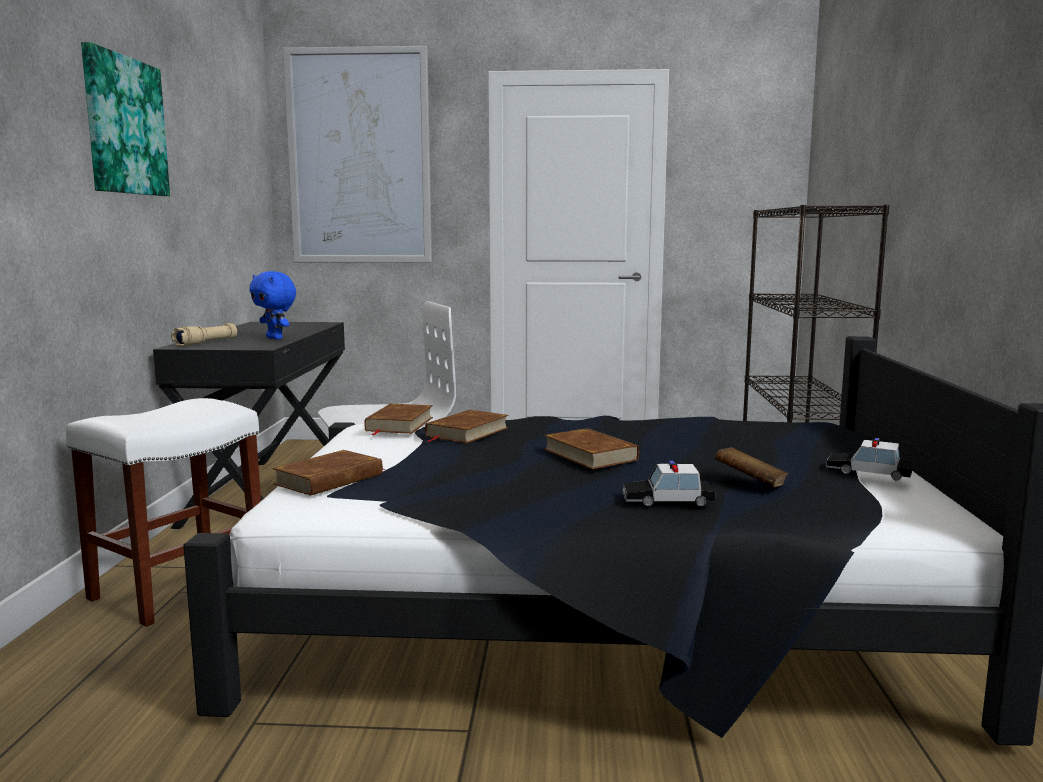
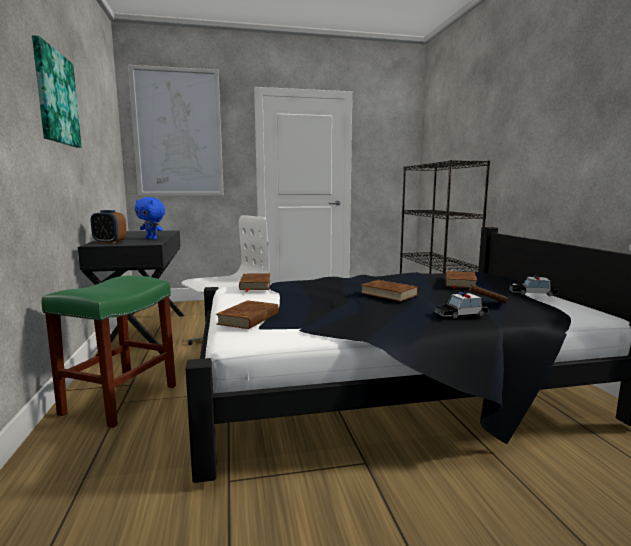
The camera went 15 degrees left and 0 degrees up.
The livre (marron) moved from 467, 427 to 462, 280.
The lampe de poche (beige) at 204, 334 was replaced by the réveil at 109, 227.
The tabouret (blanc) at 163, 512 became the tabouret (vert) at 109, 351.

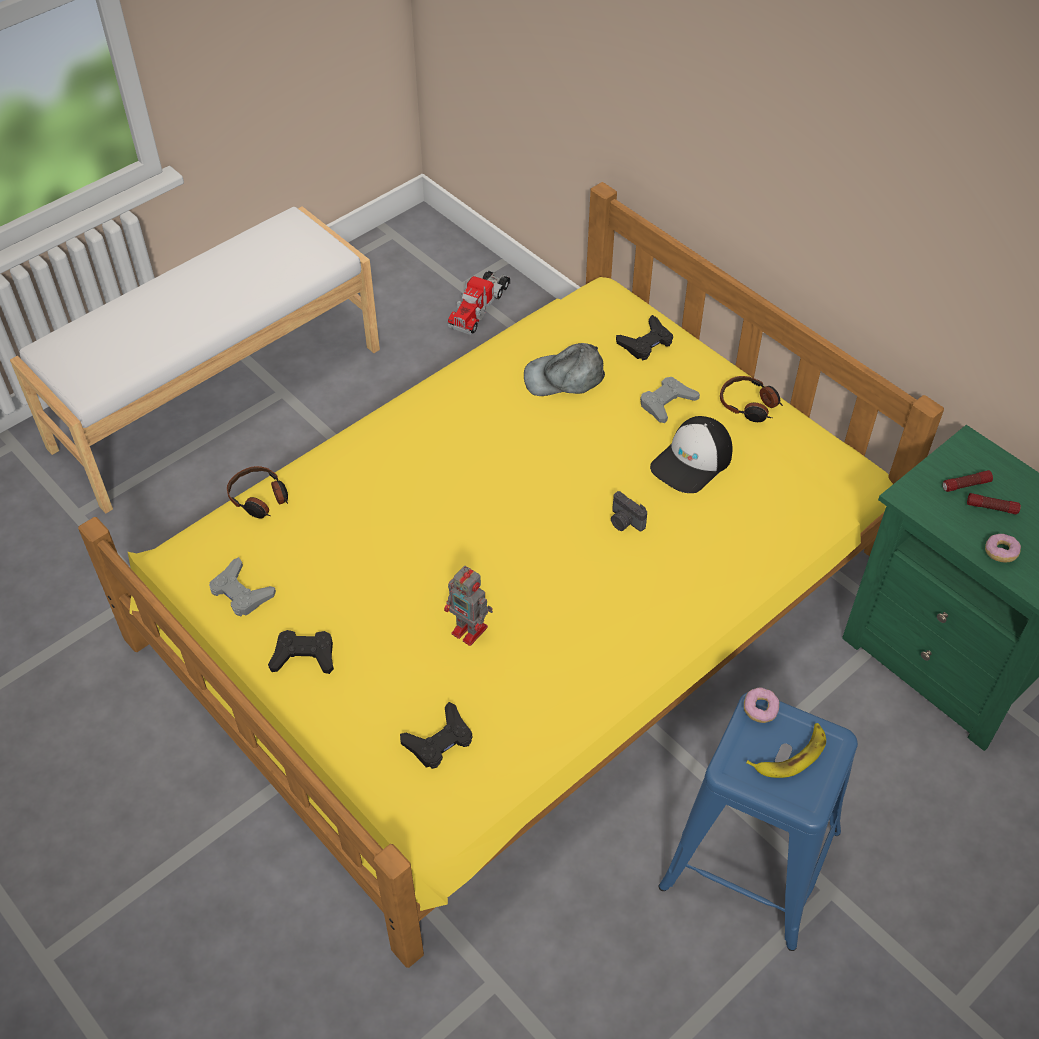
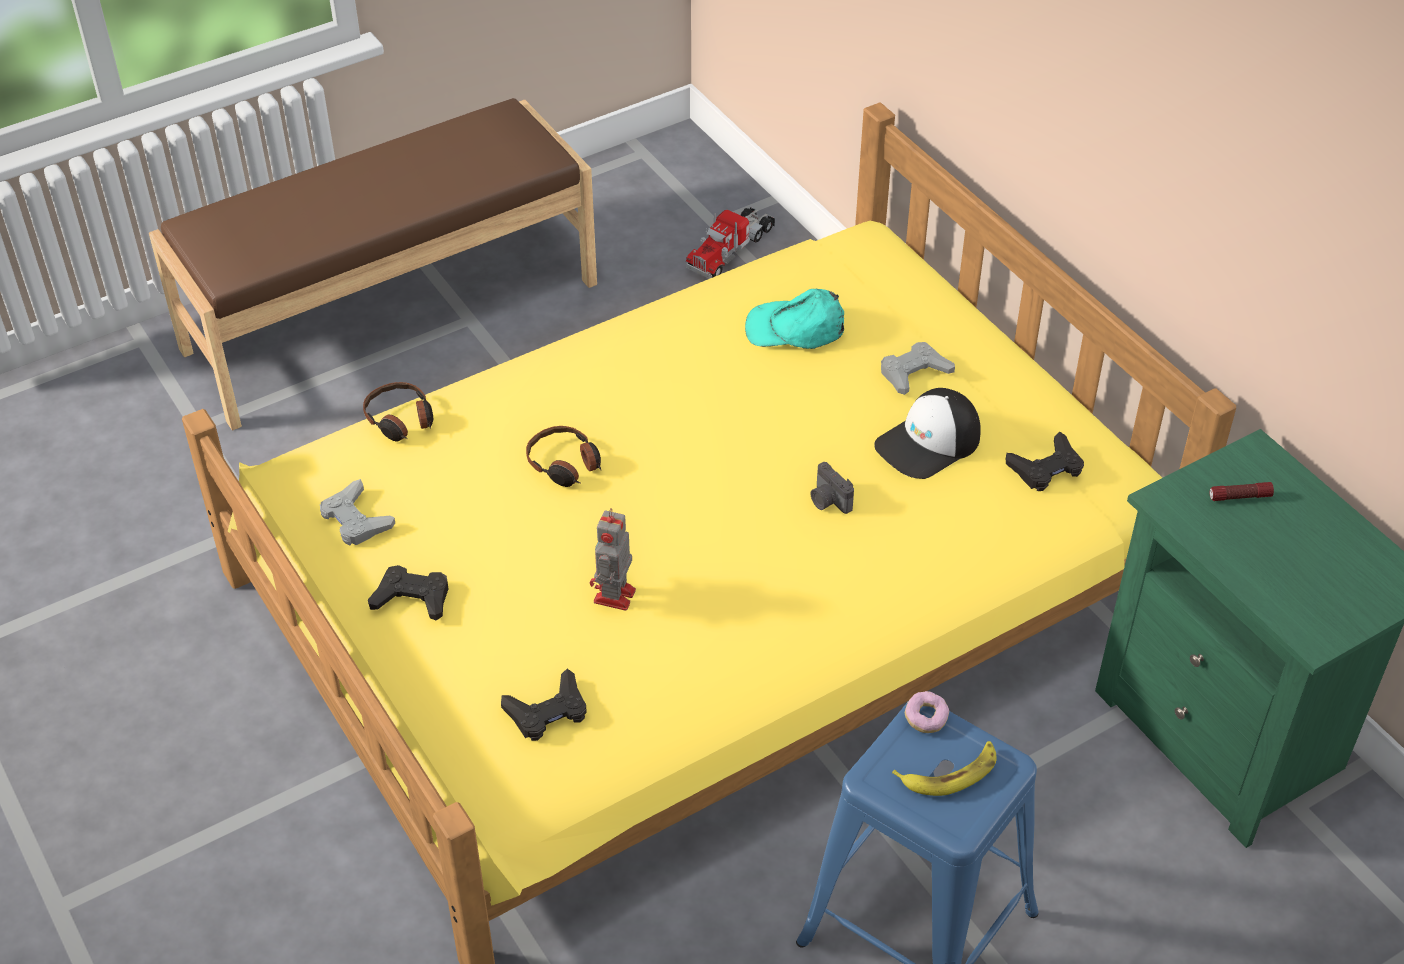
The camera went 10 degrees right and 5 degrees down.
The lampe de poche at 994, 503 disappeared.
The beignet at 1003, 548 disappeared.
The manette (noir) moved from 644, 337 to 1045, 461.
The casque audio moved from 751, 399 to 563, 456.
The banc (blanc) at 195, 359 became the banc (marron) at 373, 264.
The casquette (gris) at 564, 369 became the casquette (turquoise) at 794, 319.
The robot jouet at 468, 606 turned 60 degrees clockwise.

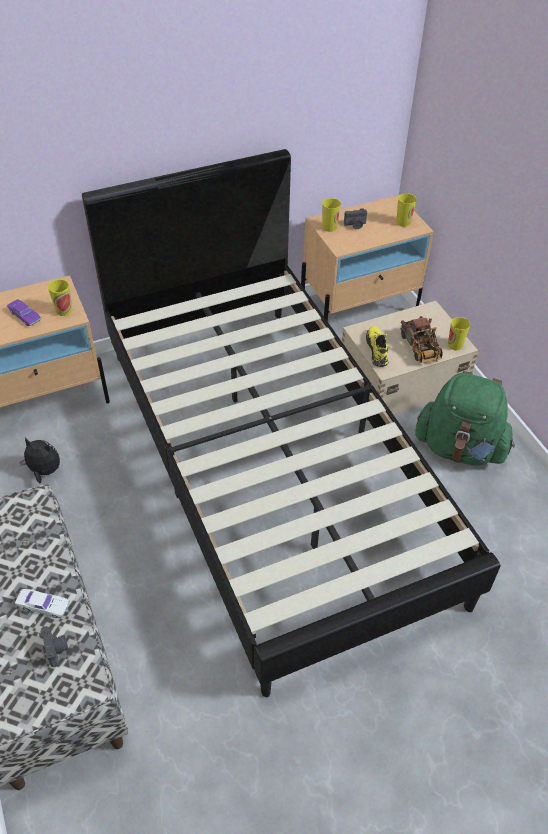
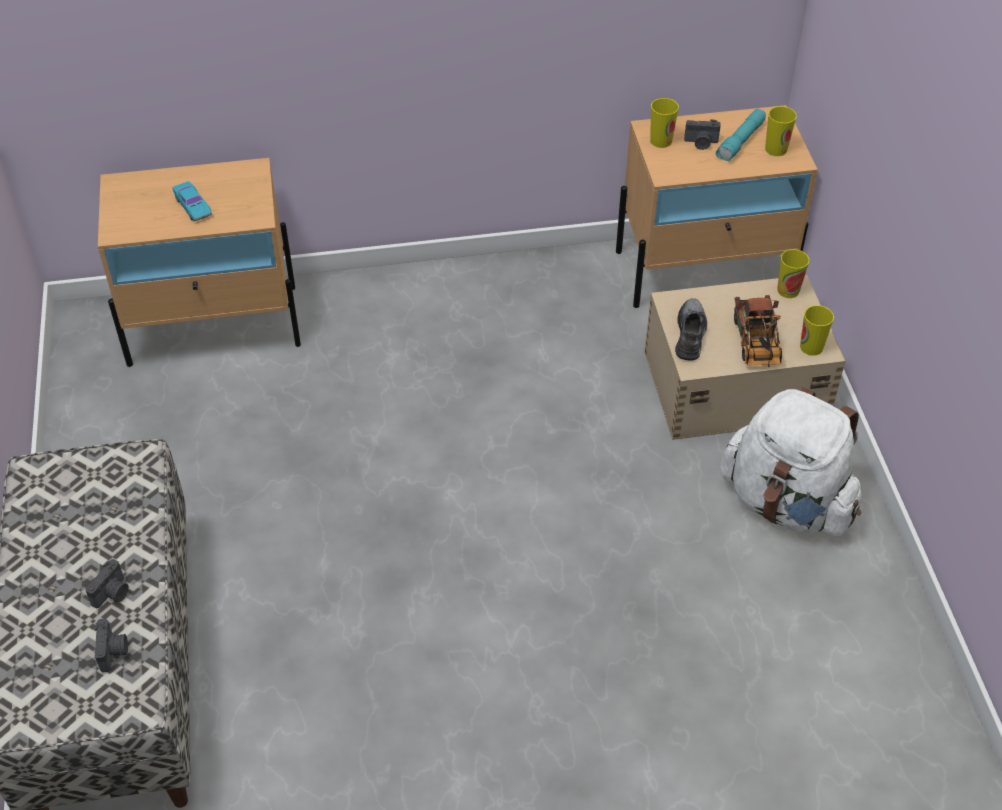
The camera went 15 degrees right and 0 degrees up.
The peluche at 39, 461 disappeared.
The lit (noir) at 291, 423 disappeared.
The lampe de poche (turquoise) at 741, 135 appeared.
The tasse moved from 60, 297 to 793, 273.
The petite voiture (blanc) at 42, 603 was replaced by the appareil photo at 107, 583.
The petite voiture (violet) at 24, 312 became the petite voiture (turquoise) at 192, 201.
The chaussure (jaune) at 377, 346 became the chaussure (gris) at 691, 329.
The sac à dos (vert) at 465, 418 became the sac à dos (blanc) at 790, 462.

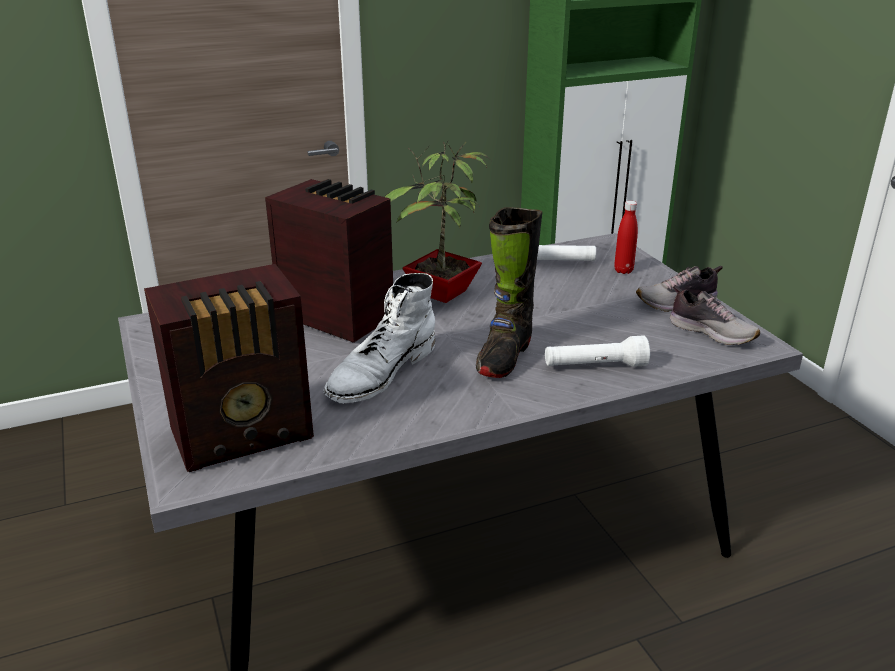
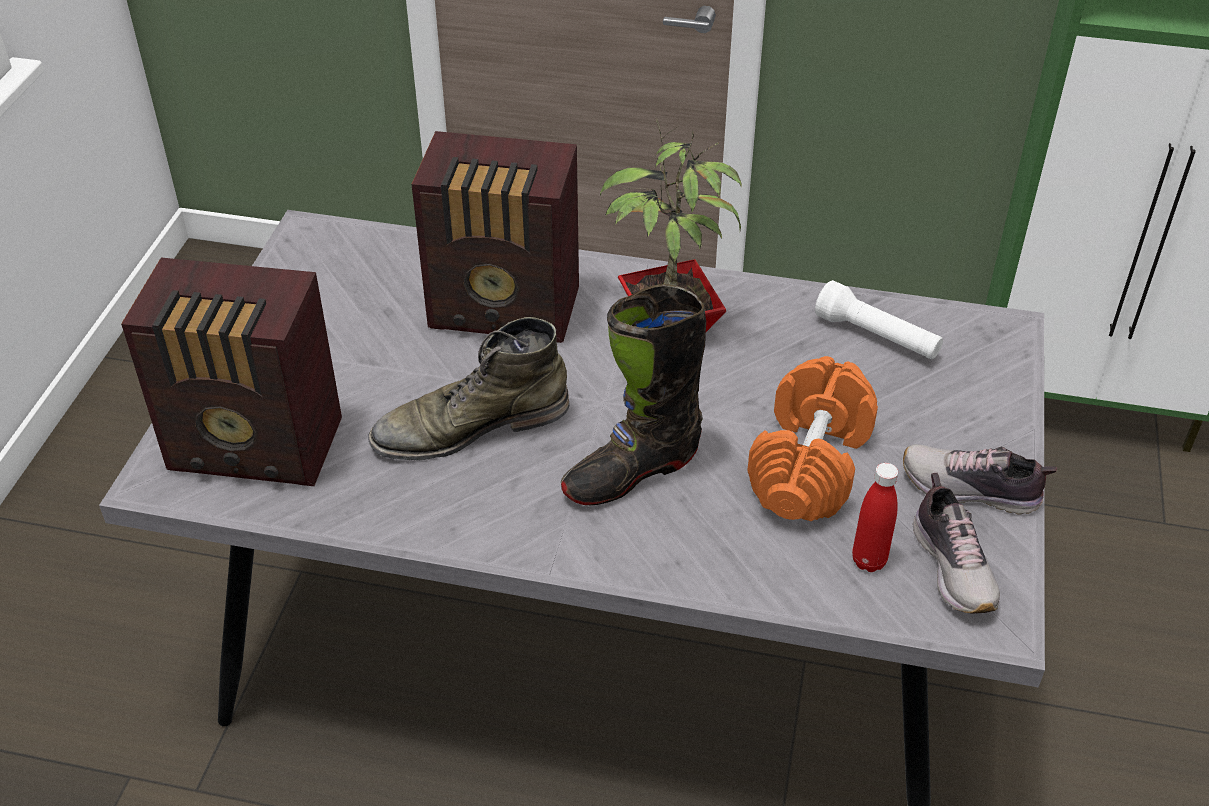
The camera went 35 degrees right and 15 degrees up.
The lampe de poche (blanc) at 597, 351 disappeared.
The haltère (orange) at 812, 438 appeared.
The bouteille (rouge) moved from 626, 237 to 875, 517.
The botte (blanc) at 379, 338 became the botte (vert) at 468, 388.
The radio at 329, 261 turned 120 degrees clockwise.

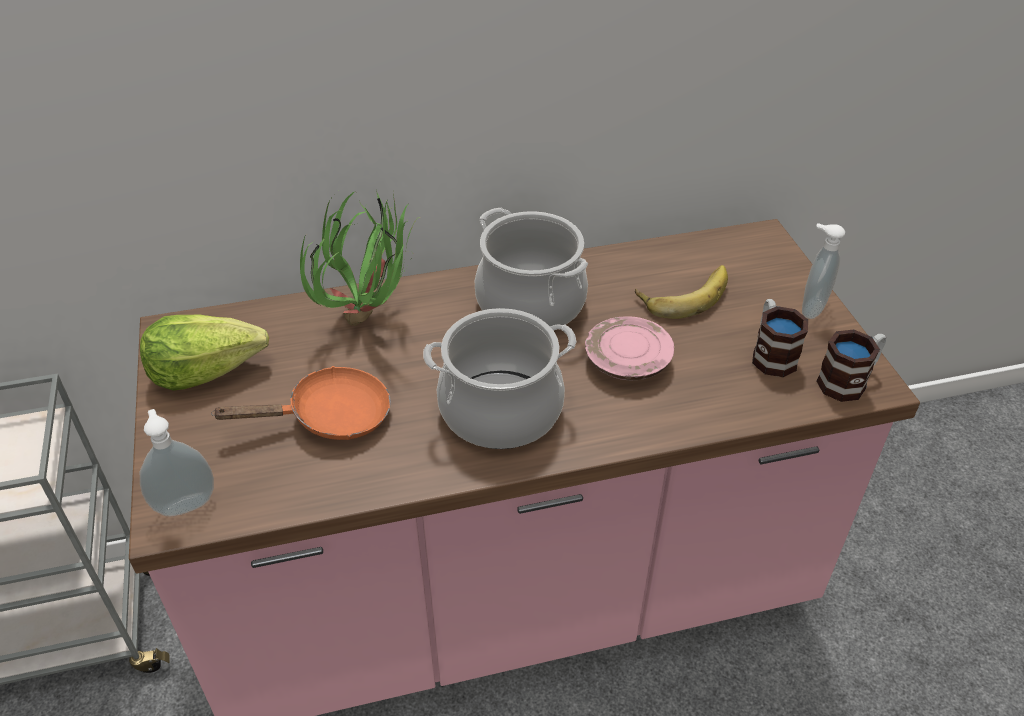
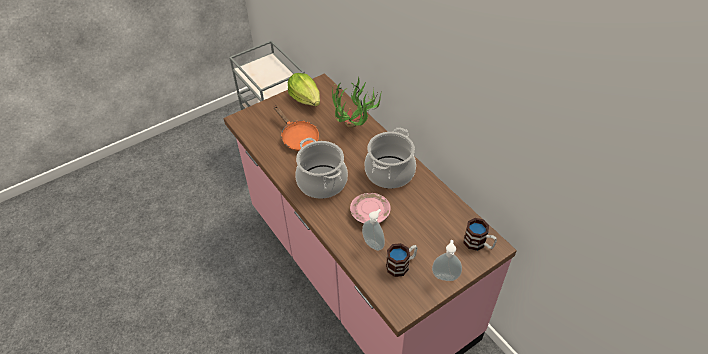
The camera went 70 degrees right and 5 degrees up.
The banane at 681, 292 disappeared.
The distributeur de savon moved from 177, 462 to 373, 230.
The mug moved from 851, 366 to 480, 234.

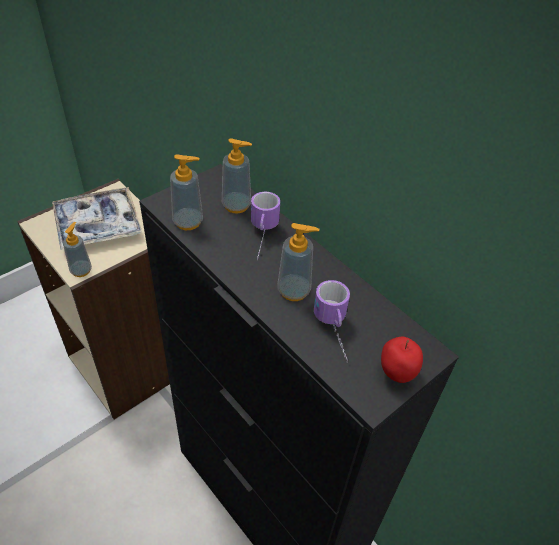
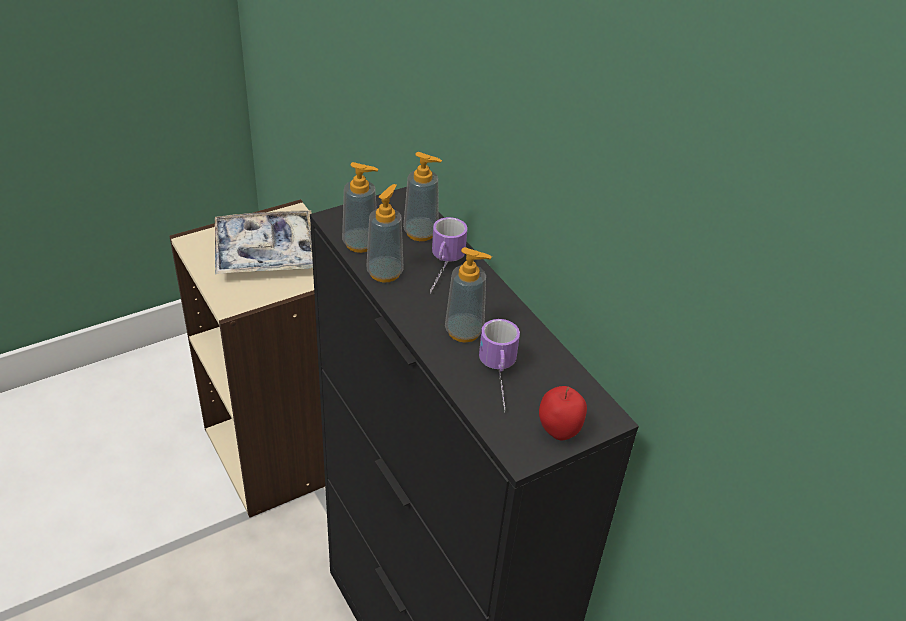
The camera went 10 degrees right and 5 degrees down.
The distributeur de savon moved from 77, 249 to 385, 233.

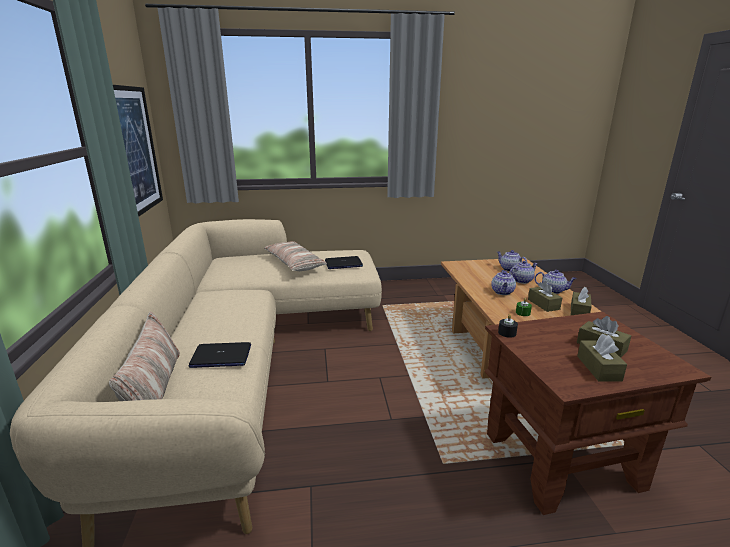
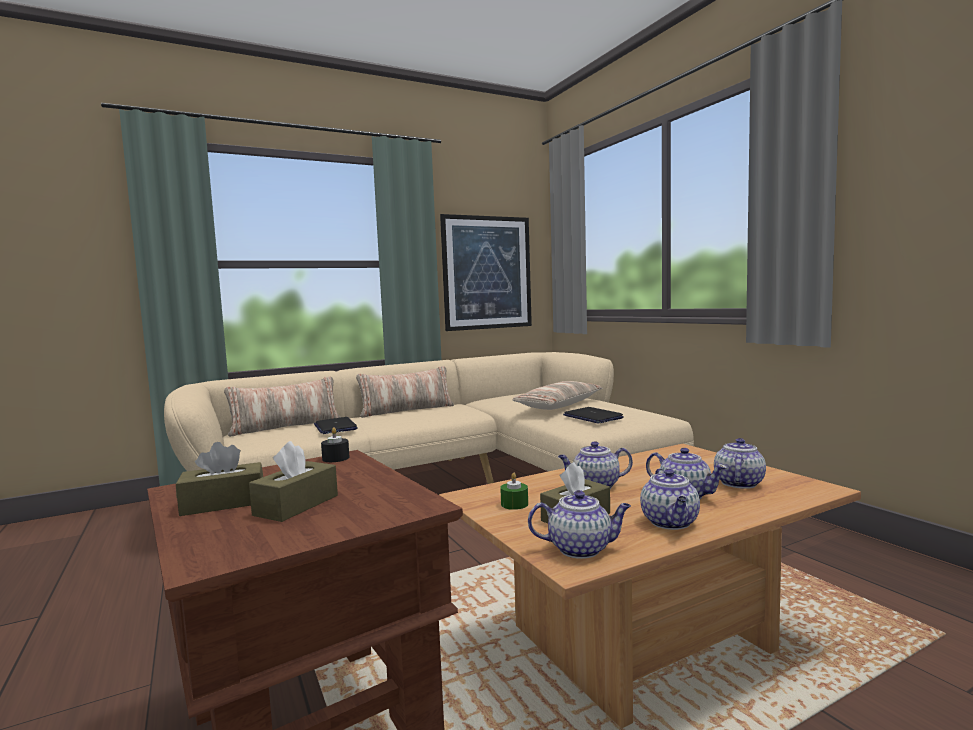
The camera went 70 degrees right and 15 degrees down.
The coussin at 405, 392 appeared.
The boîte à mouchoirs (marron) at 581, 301 was replaced by the théière at 579, 524.

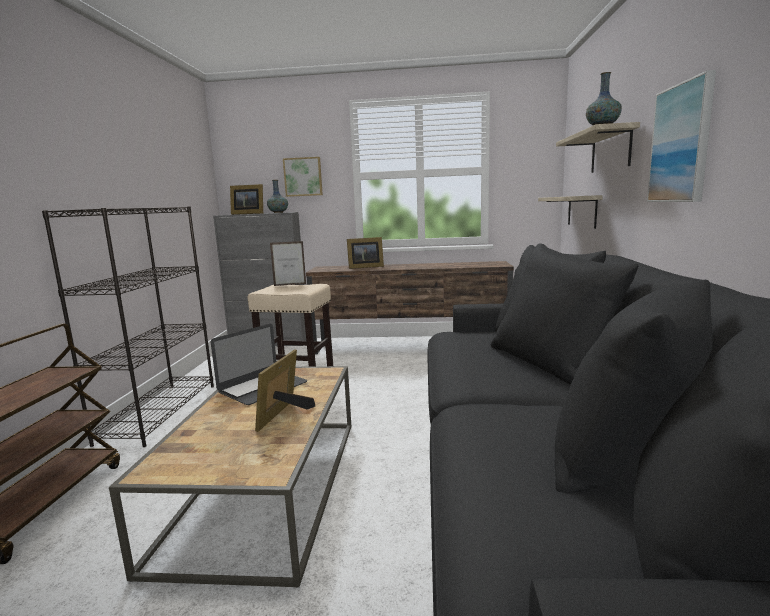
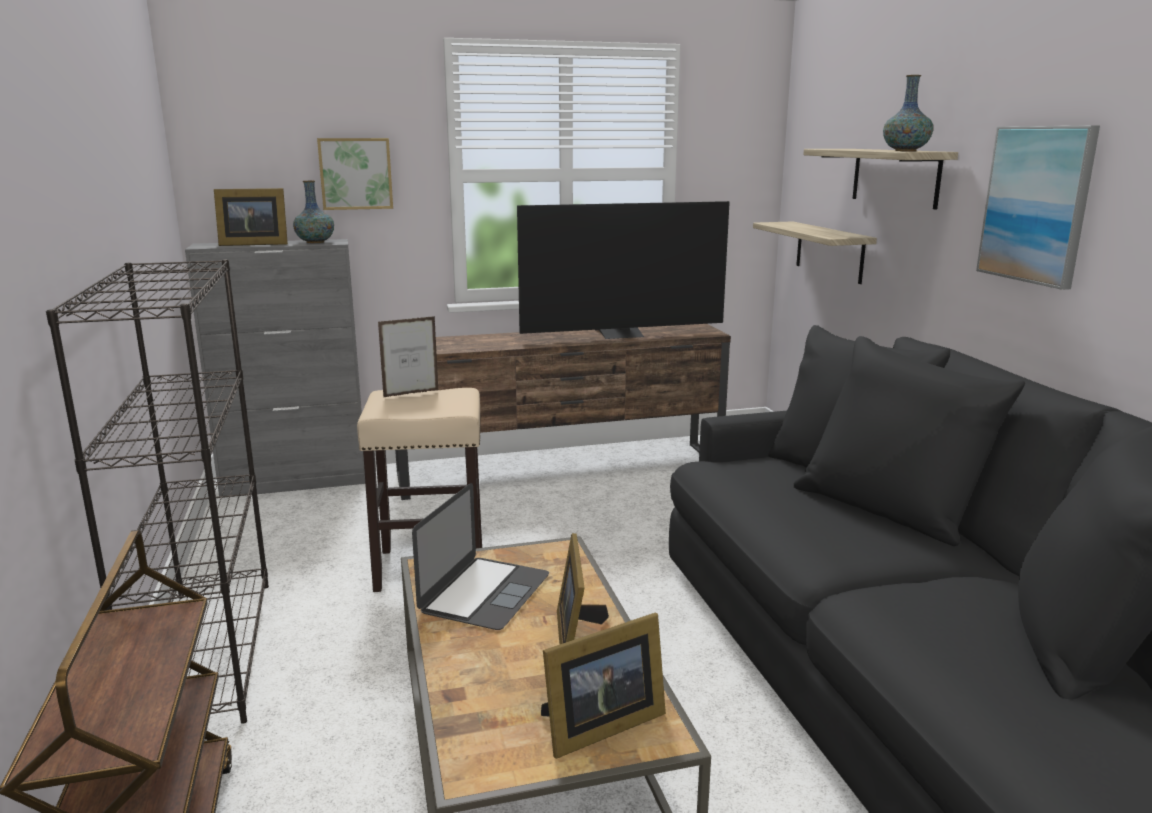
The camera went 20 degrees left and 5 degrees up.
The téléviseur at 623, 270 appeared.
The cadre photo moved from 365, 253 to 603, 686.

